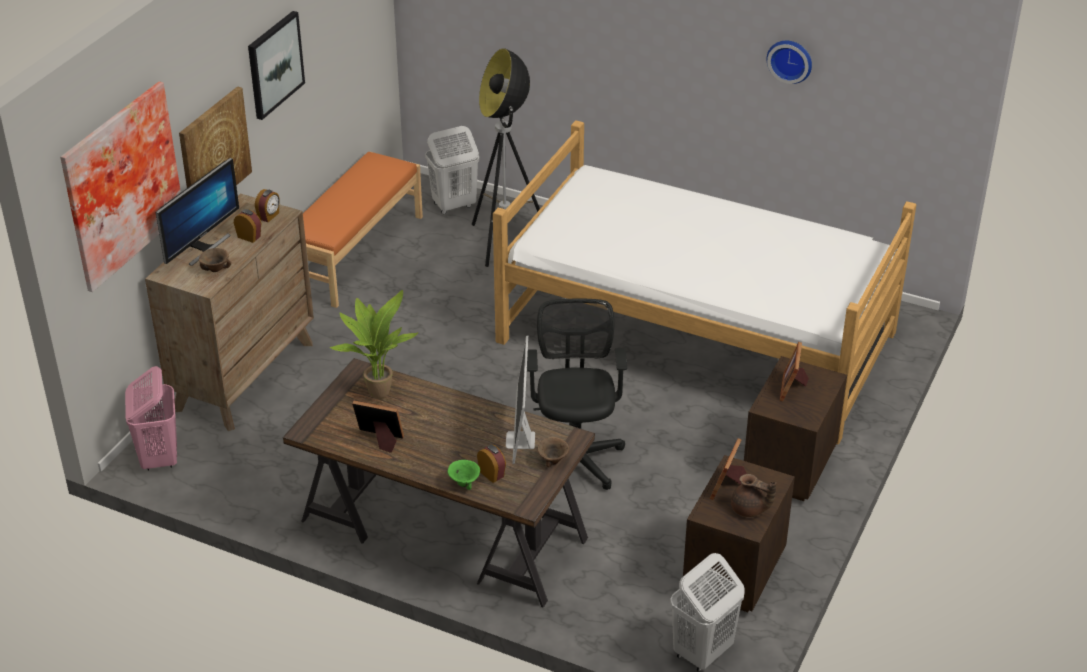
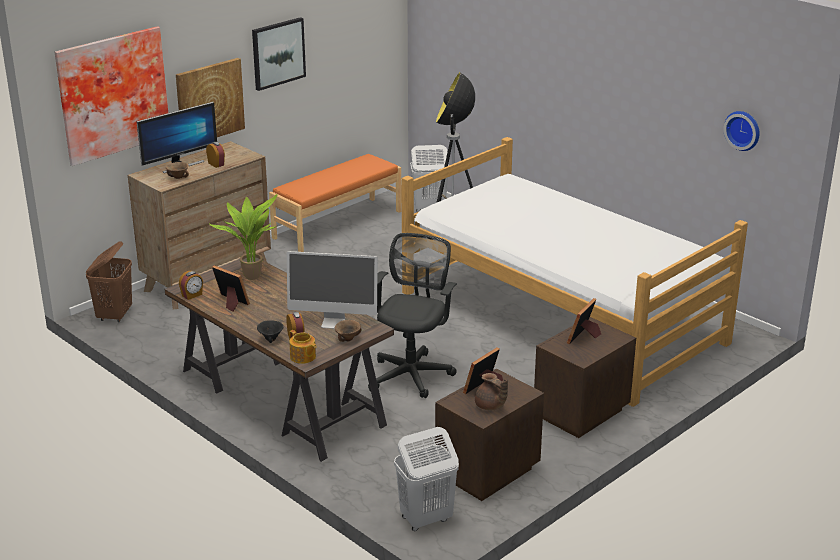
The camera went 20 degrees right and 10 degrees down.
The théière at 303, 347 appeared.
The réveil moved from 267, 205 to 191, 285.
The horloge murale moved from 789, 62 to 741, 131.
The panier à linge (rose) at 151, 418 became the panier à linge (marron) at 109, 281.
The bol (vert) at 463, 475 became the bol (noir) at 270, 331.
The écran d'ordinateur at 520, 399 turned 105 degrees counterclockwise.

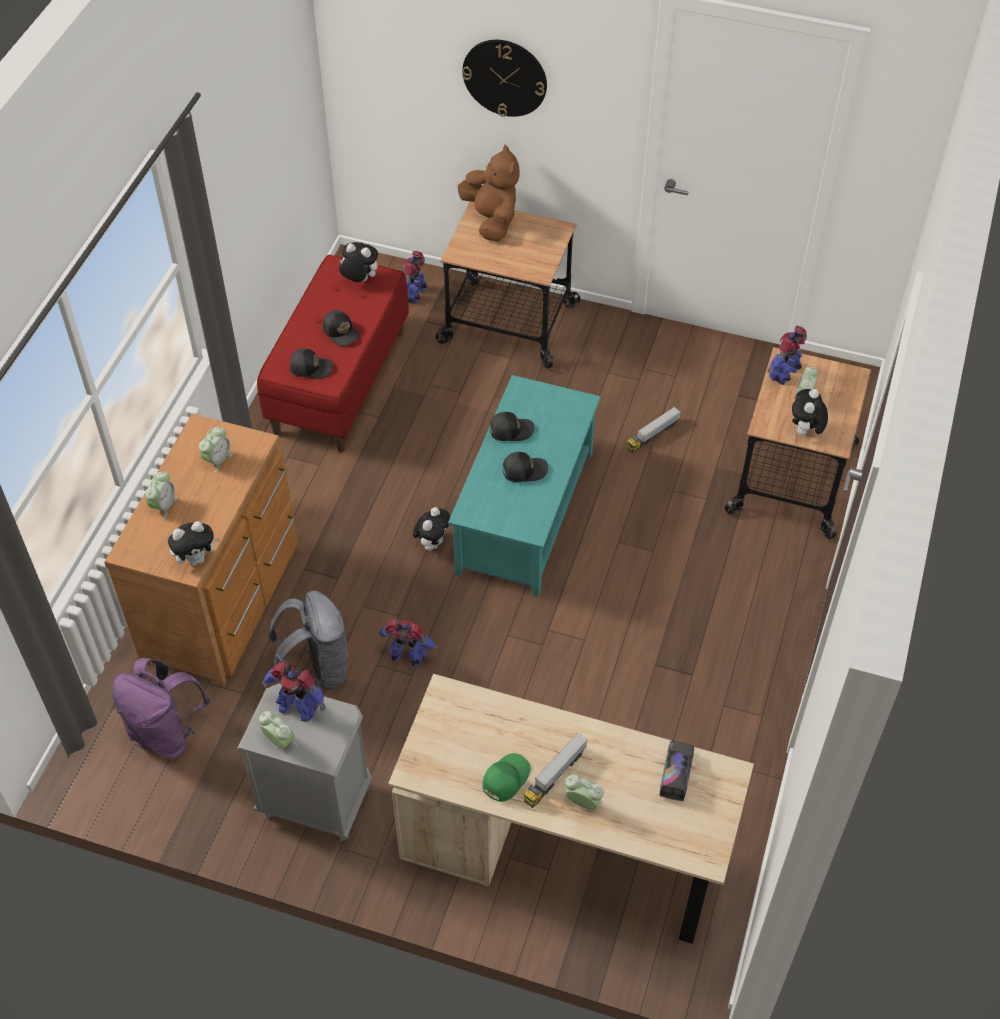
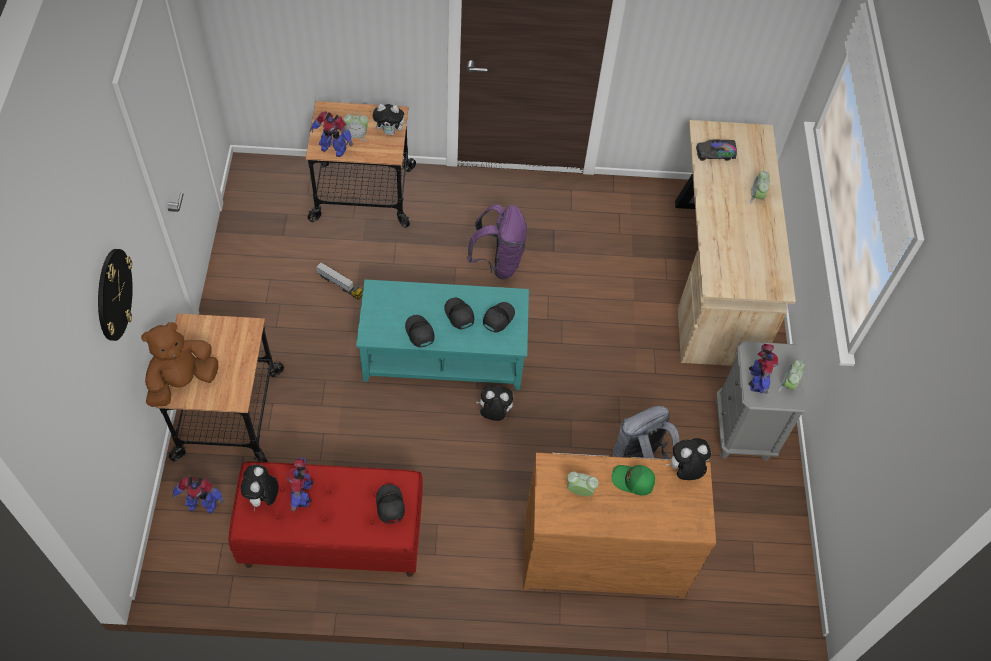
The camera went 110 degrees left and 5 degrees up.
The réveil at 161, 495 disappeared.
The camion jouet at 555, 770 disappeared.
The sac à dos (violet) moved from 161, 708 to 497, 241.
The casquette (noir) moved from 341, 328 to 499, 317.
The robot jouet moved from 407, 643 to 300, 484.
The casquette (vert) moved from 506, 777 to 633, 480.
The peluche at 194, 543 turned 60 degrees counterclockwise.

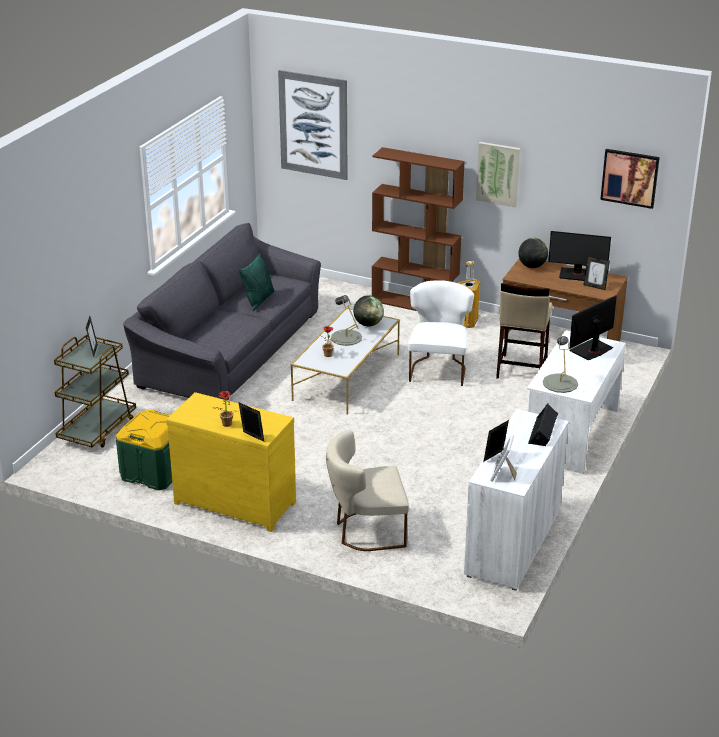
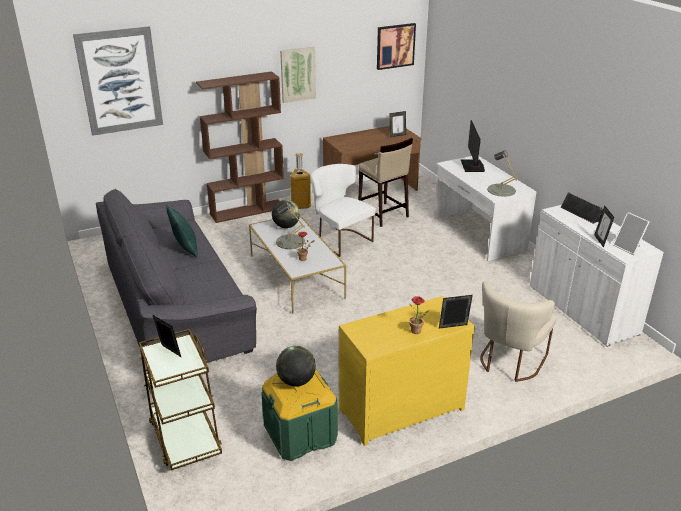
The camera went 50 degrees left and 0 degrees up.
The écran d'ordinateur at 579, 256 disappeared.
The globe moved from 533, 253 to 296, 366.

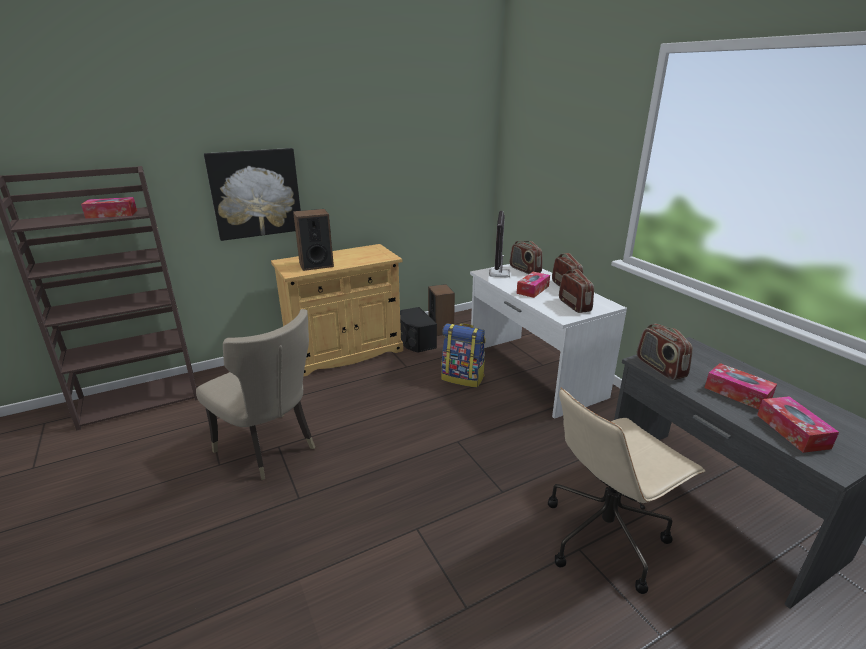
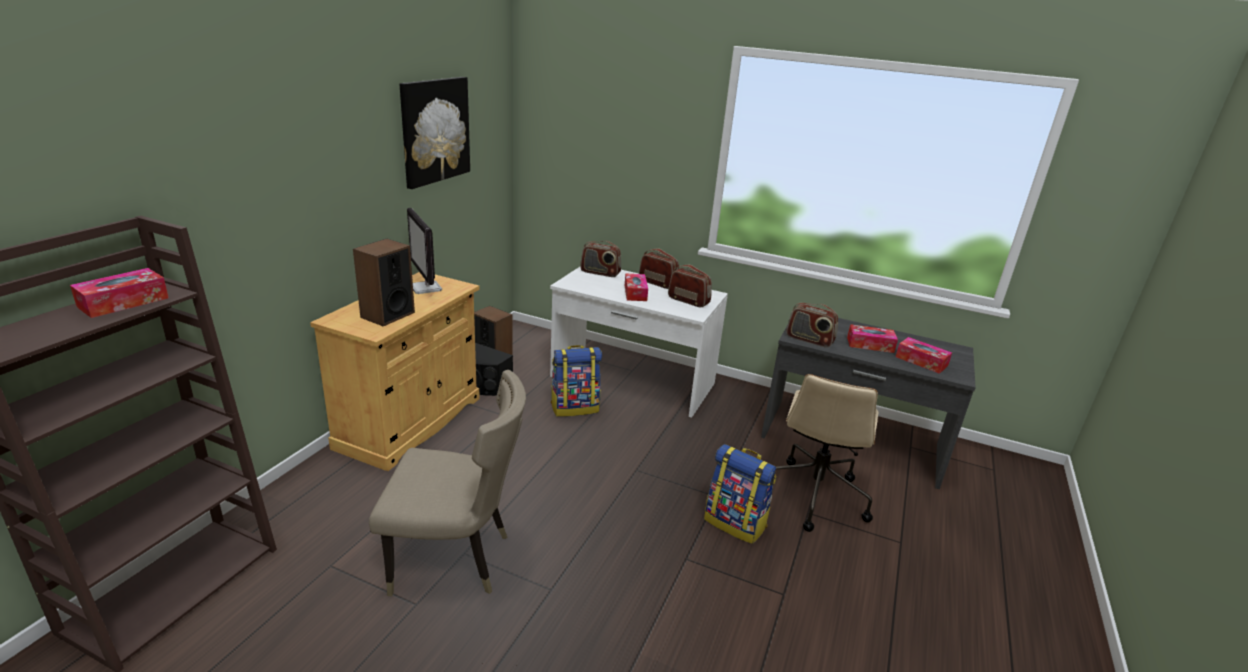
The camera went 40 degrees left and 0 degrees up.
The sac à dos at 740, 494 appeared.
The tableau moved from 252, 194 to 435, 133.
The écran d'ordinateur moved from 499, 244 to 424, 251.

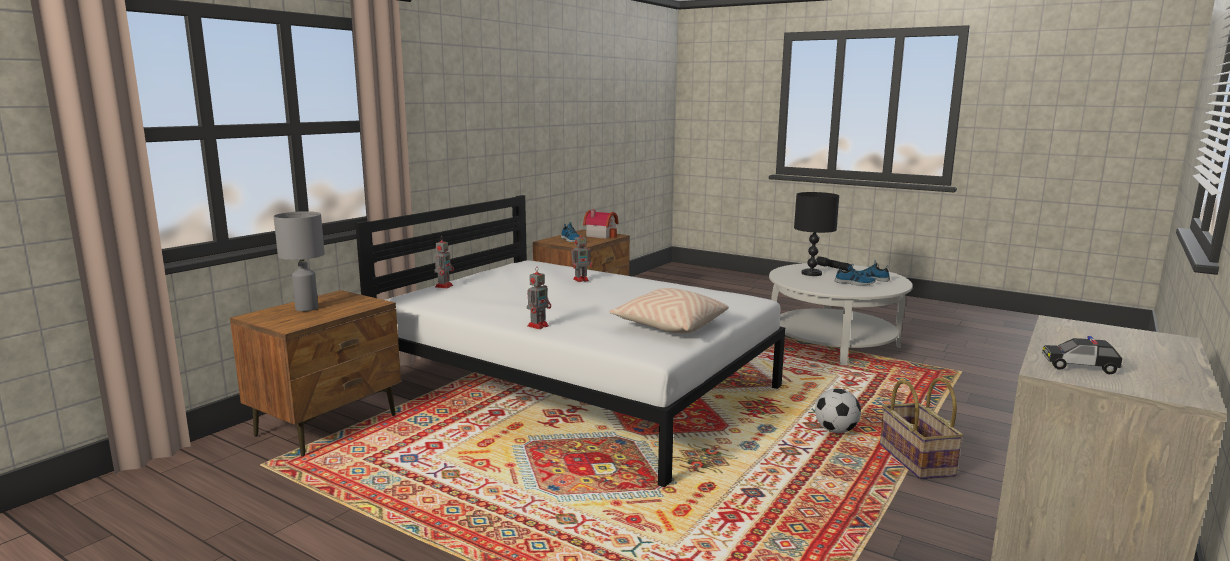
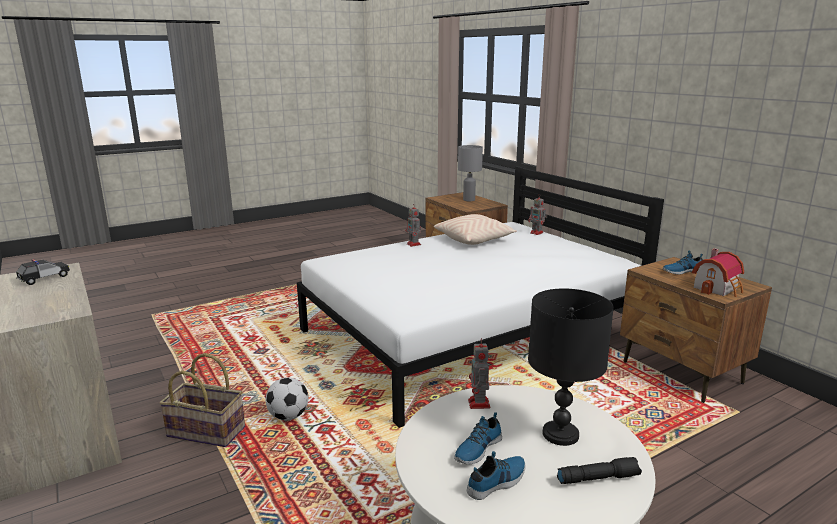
The camera went 115 degrees right and 5 degrees up.
The robot jouet moved from 581, 256 to 479, 373.
The coussin (beige) moved from 669, 310 to 475, 229.

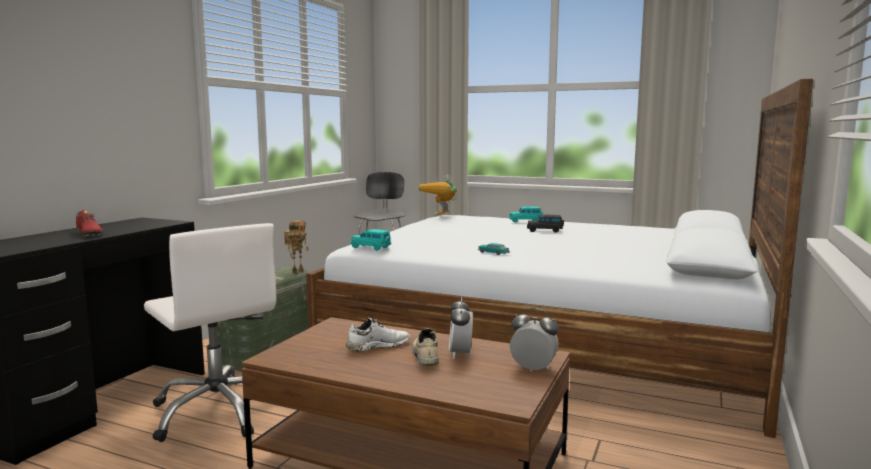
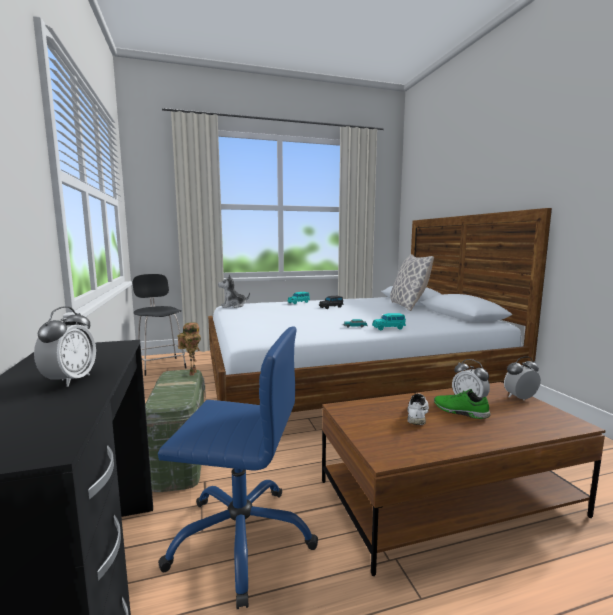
The camera went 40 degrees left and 0 degrees up.
The coussin at 412, 282 appeared.
The petite voiture (turquoise) moved from 370, 240 to 389, 322.
The chaussure (rouge) at 89, 223 was replaced by the réveil at 65, 346.
The robot jouet at 438, 196 was replaced by the peluche at 234, 291.
The chaise de bureau (blanc) at 210, 332 became the chaise de bureau (bleu) at 238, 468.
The chaussure (beige) at 425, 347 became the chaussure (vert) at 462, 404.

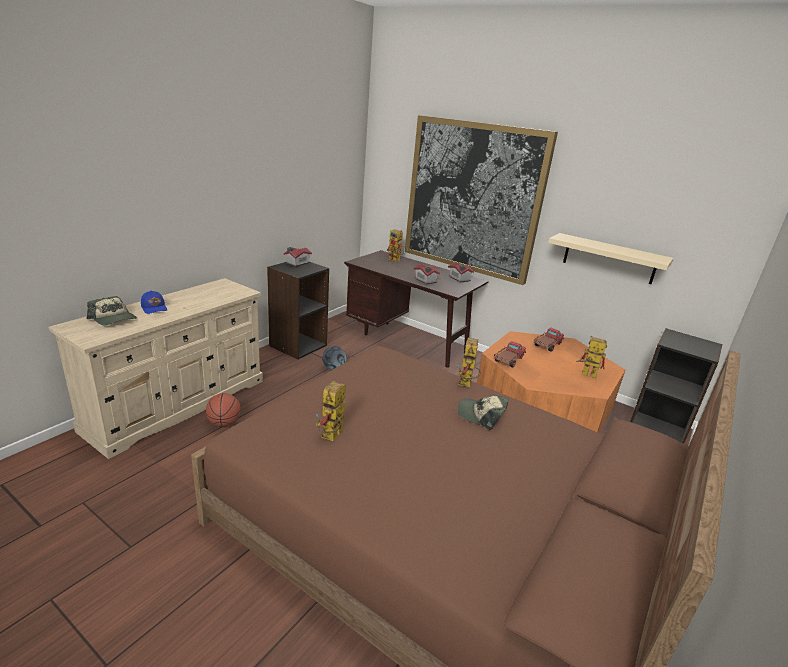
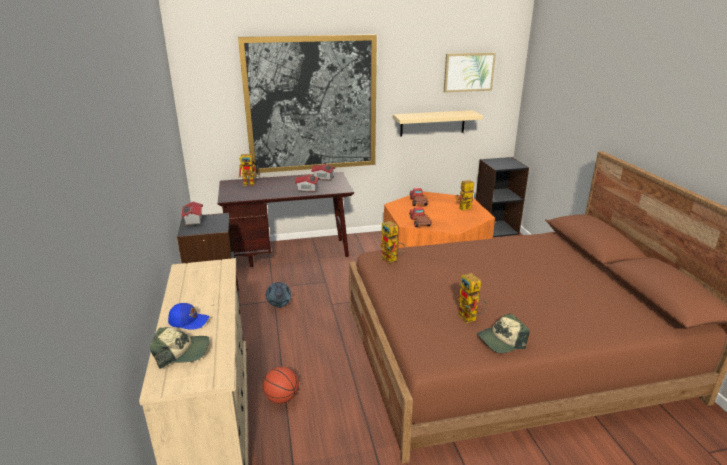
The camera went 45 degrees left and 0 degrees up.
The tableau at 470, 73 appeared.
The robot jouet moved from 469, 362 to 393, 242.
The casquette moved from 483, 413 to 503, 333.

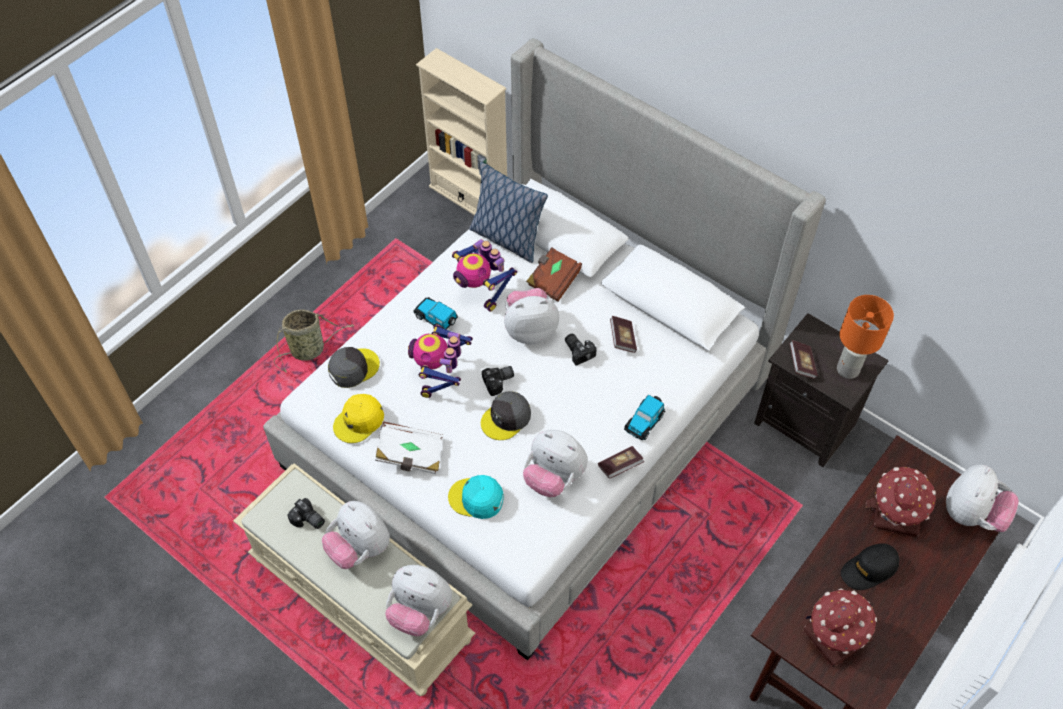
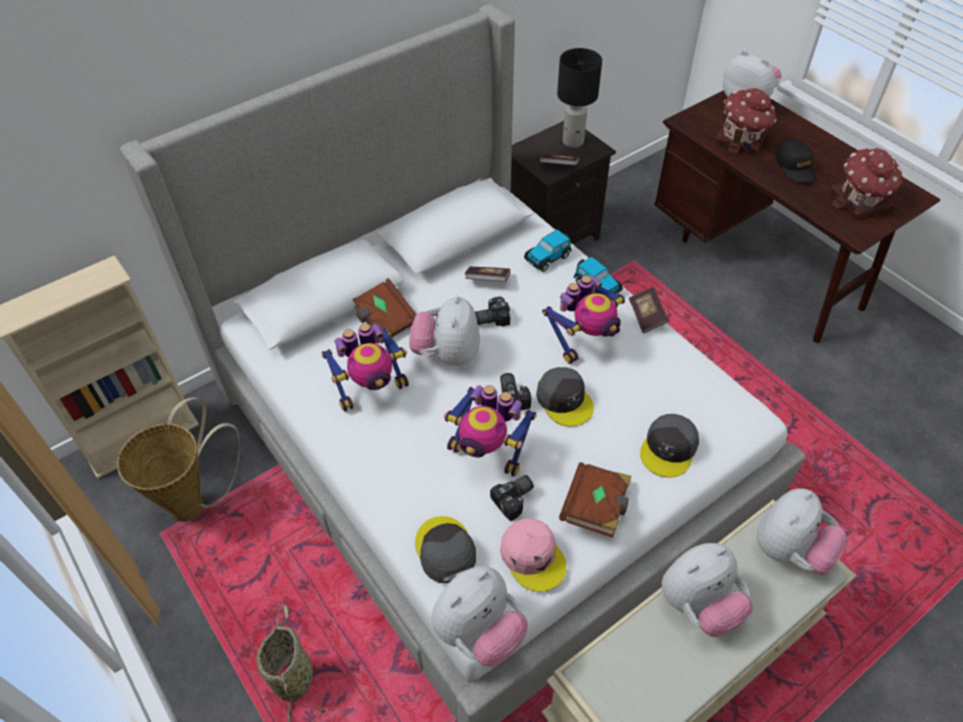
The camera went 75 degrees left and 5 degrees down.
The coussin at 508, 212 disappeared.
The panier at 178, 459 appeared.
The robot jouet at 583, 319 appeared.
The appareil photo moved from 306, 513 to 512, 498.
The petite voiture moved from 435, 313 to 548, 250.
The peluche moved from 555, 463 to 480, 616.
The casquette (jaune) at 358, 418 became the casquette (rose) at 533, 555.
The livre (blanc) at 409, 447 became the livre (marron) at 595, 500.
The casquette (turquoise) at 476, 497 became the casquette (gris) at 669, 445.
The lampe de table (orange) at 865, 337 became the lampe de table (noir) at 579, 98.

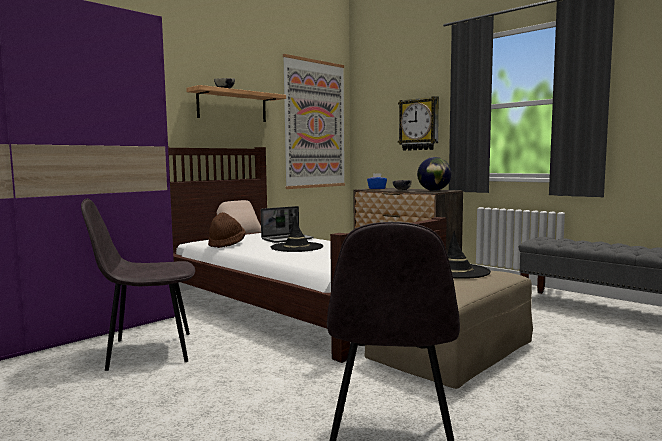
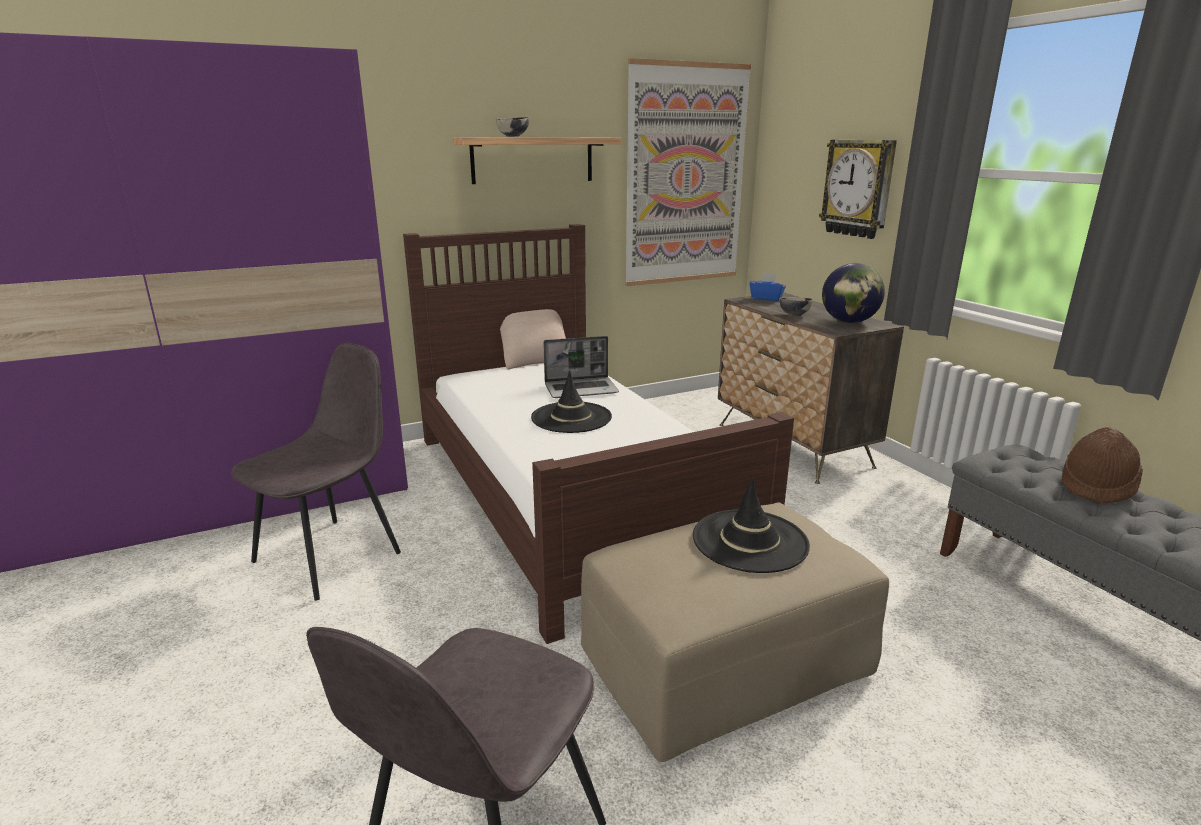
The camera went 20 degrees right and 15 degrees up.
The chapeau (marron) moved from 227, 230 to 1102, 465.
The chaise (gris) at 138, 284 turned 120 degrees clockwise.

